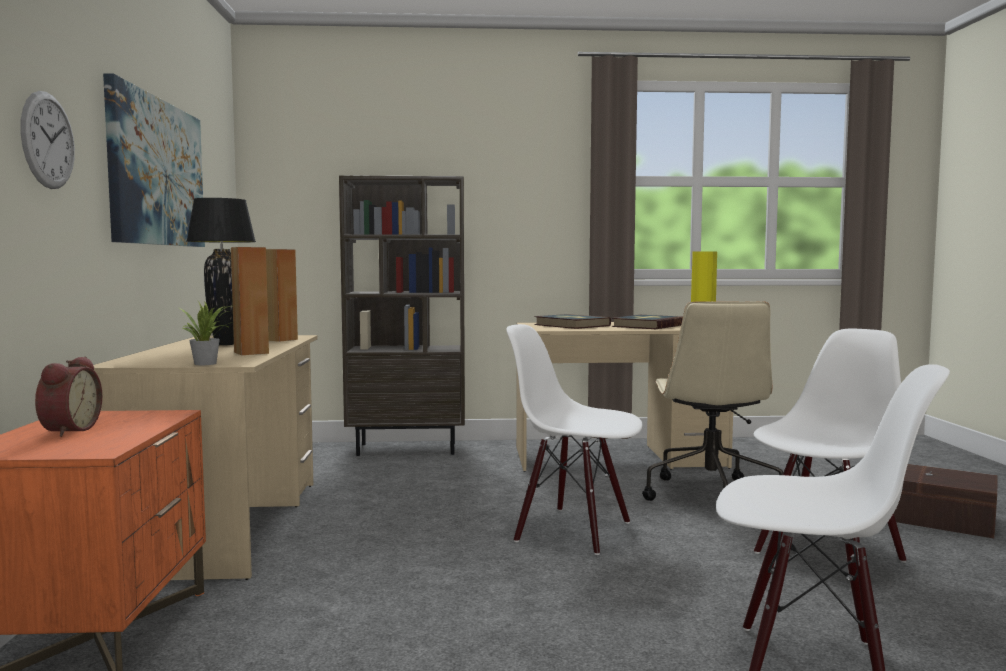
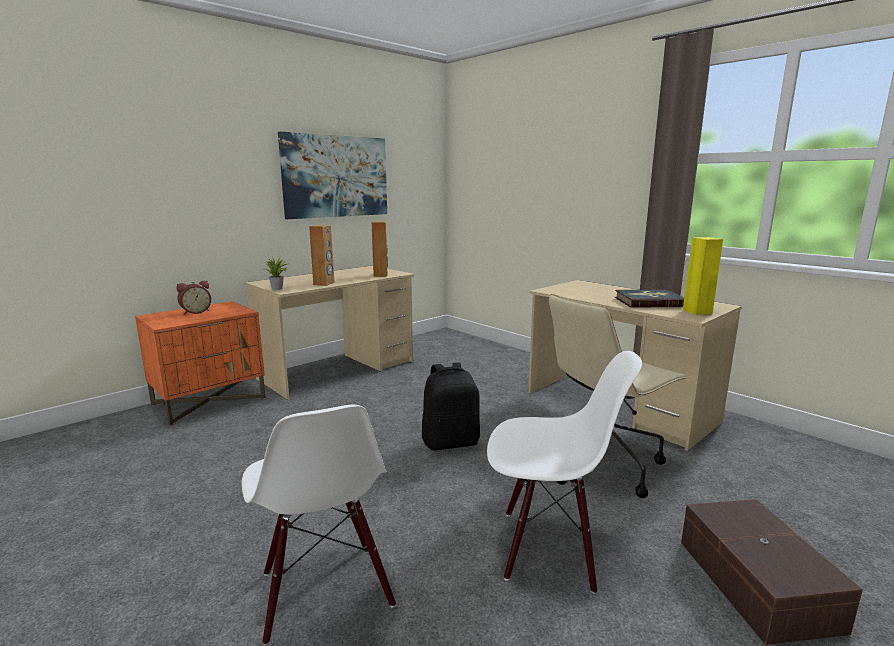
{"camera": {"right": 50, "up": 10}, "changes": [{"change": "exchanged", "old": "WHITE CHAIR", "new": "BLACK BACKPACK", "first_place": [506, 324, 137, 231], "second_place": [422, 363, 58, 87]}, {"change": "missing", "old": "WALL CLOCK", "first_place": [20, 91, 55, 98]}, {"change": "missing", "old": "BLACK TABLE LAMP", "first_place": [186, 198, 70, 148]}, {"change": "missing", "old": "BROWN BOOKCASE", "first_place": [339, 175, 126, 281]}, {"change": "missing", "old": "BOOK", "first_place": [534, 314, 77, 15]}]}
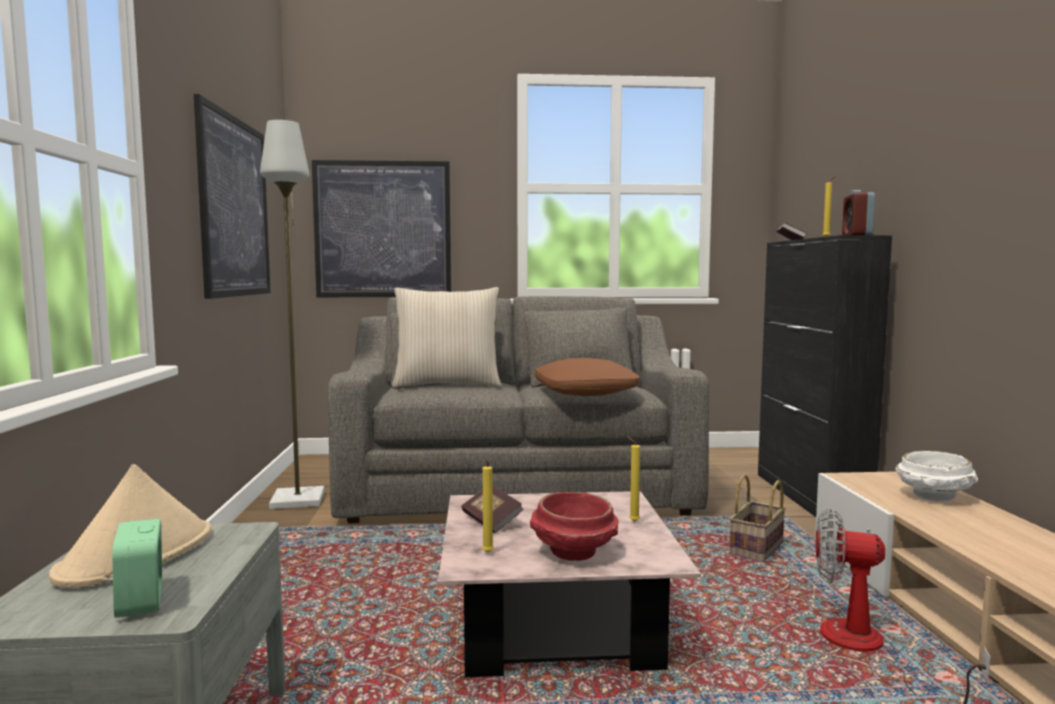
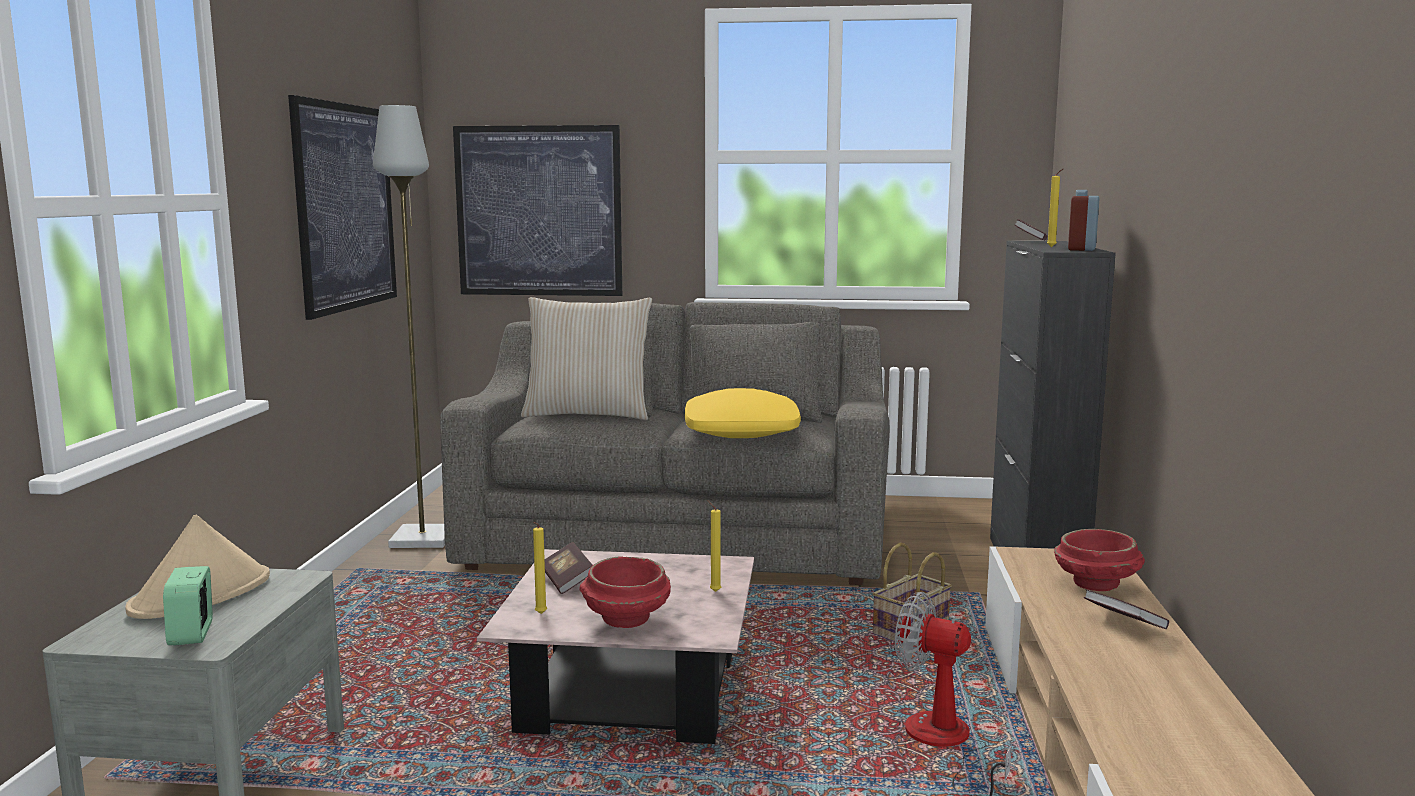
{"camera": {"right": 10, "up": 5}, "changes": [{"change": "colour", "old": "BROWN PILLOW", "new": "YELLOW PILLOW", "first_place": [535, 358, 105, 38], "second_place": [685, 388, 116, 50]}, {"change": "colour", "old": "WHITE BOWL", "new": "RED BOWL", "first_place": [895, 451, 83, 51], "second_place": [1054, 529, 91, 62]}, {"change": "appeared", "new": "BOOK", "second_place": [1084, 589, 85, 40]}]}
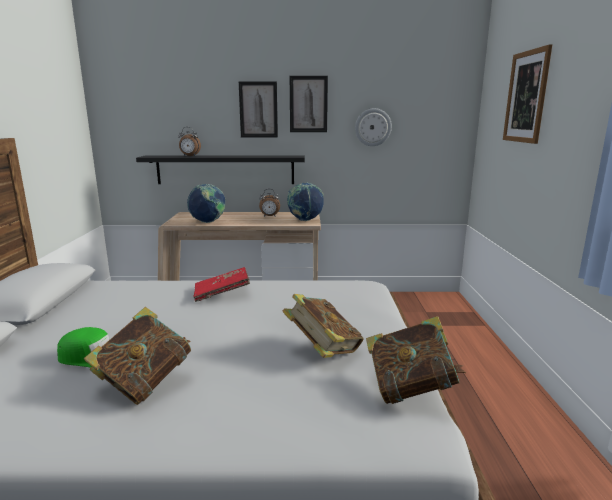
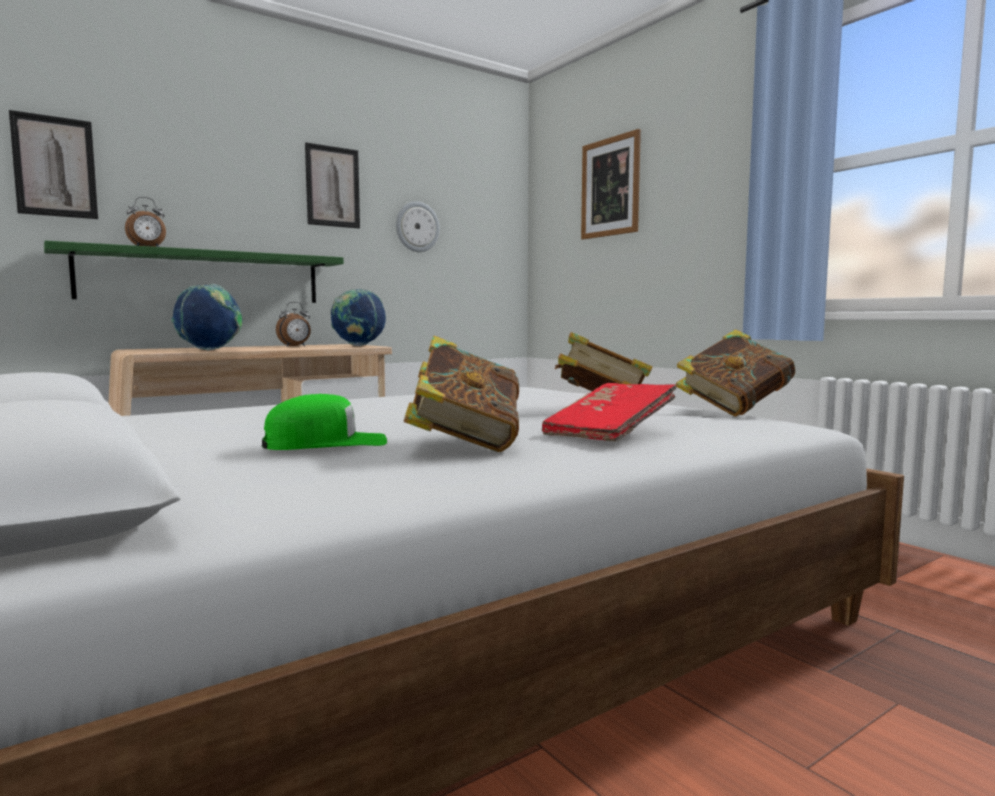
{"camera": {"right": -35, "up": -10}, "changes": [{"change": "relocated", "old": "PICTURE", "first_place": [239, 81, 39, 57], "second_place": [9, 110, 89, 109]}, {"change": "colour", "old": "BLACK SHELF", "new": "GREEN SHELF", "first_place": [136, 155, 169, 29], "second_place": [44, 241, 300, 62]}, {"change": "relocated", "old": "RED BOOK", "first_place": [193, 267, 57, 35], "second_place": [542, 383, 135, 59]}]}
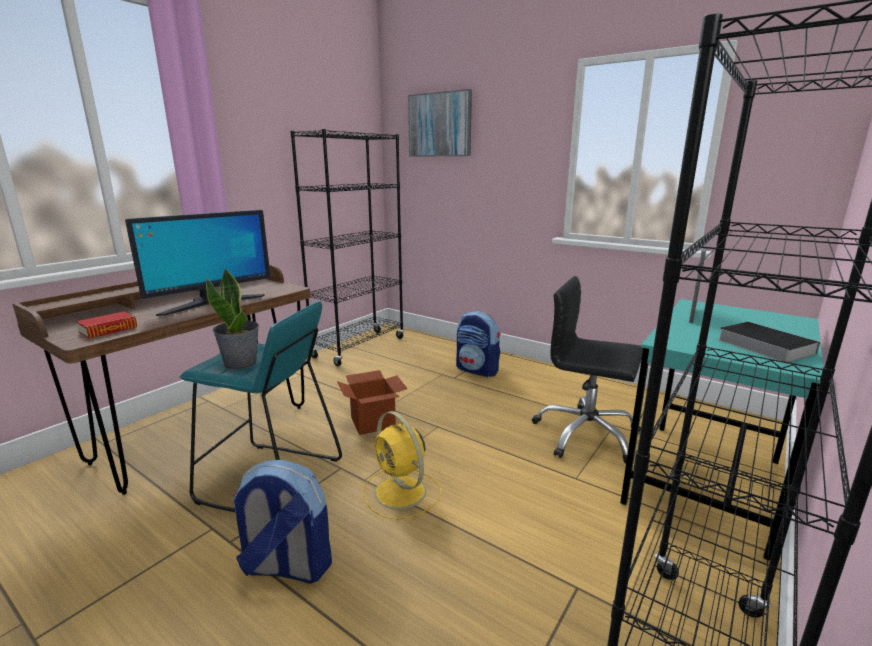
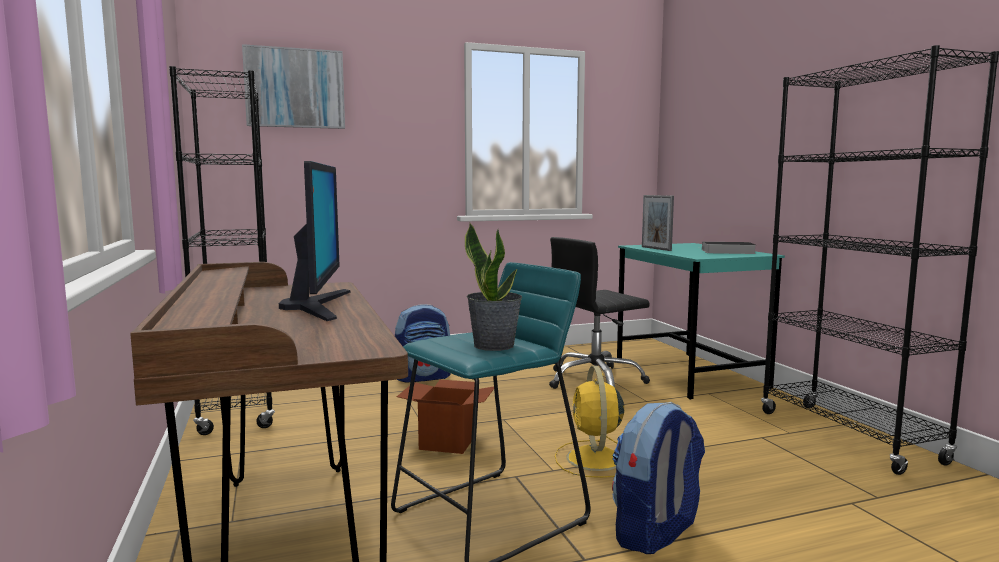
{"camera": {"right": -55, "up": -10}, "changes": [{"change": "spun", "old": "YELLOW FAN", "first_place": [362, 411, 79, 109], "second_place": [555, 366, 69, 112], "degrees": 90}, {"change": "missing", "old": "BOOK", "first_place": [76, 311, 61, 28]}]}
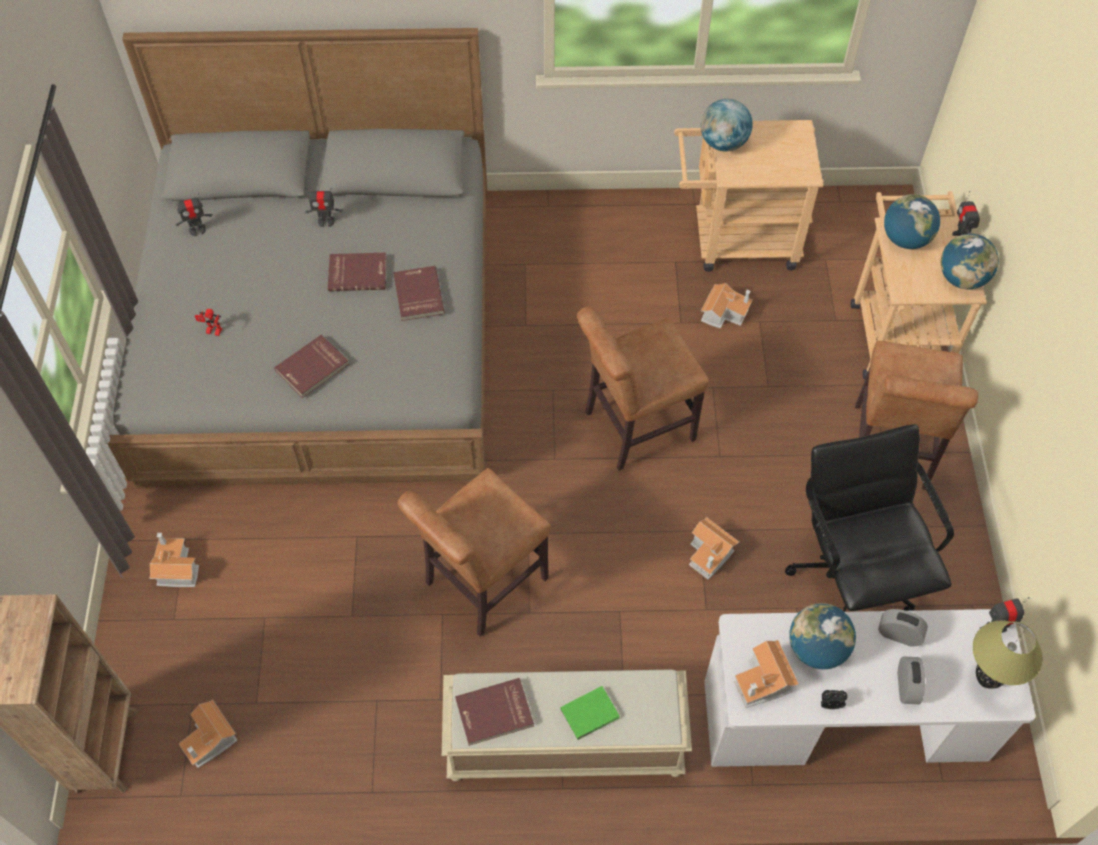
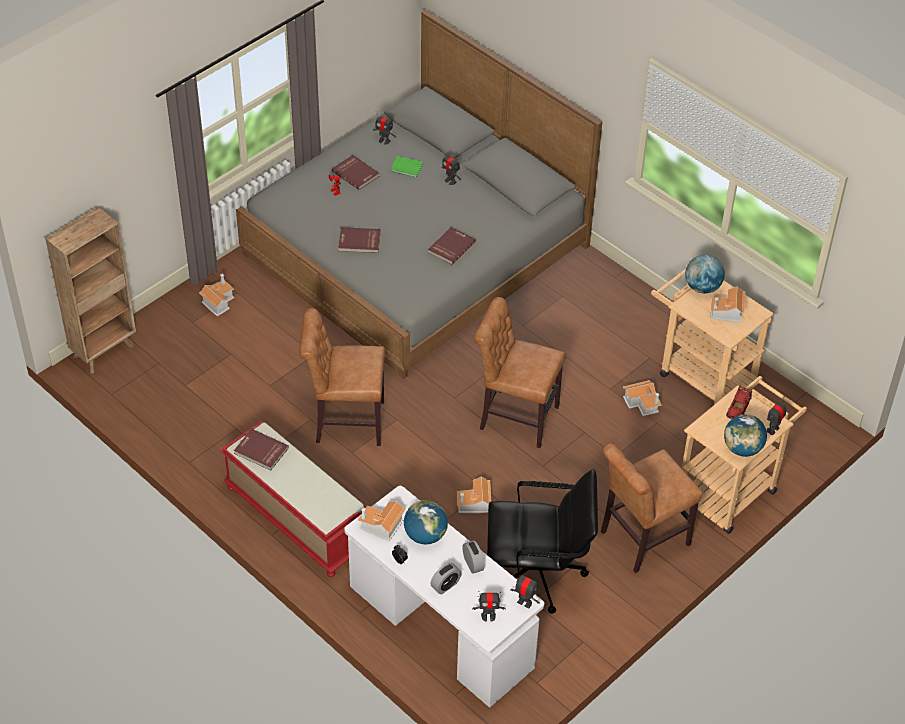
{"camera": {"right": 45, "up": -10}, "changes": [{"change": "colour", "old": "BEIGE BENCH", "new": "RED BENCH", "first_place": [442, 669, 250, 112], "second_place": [220, 421, 145, 156]}, {"change": "relocated", "old": "RED BOOK", "first_place": [328, 253, 59, 38], "second_place": [332, 155, 48, 35]}, {"change": "relocated", "old": "GREEN BOOK", "first_place": [561, 686, 58, 54], "second_place": [391, 156, 32, 22]}, {"change": "exchanged", "old": "TABLE LAMP", "new": "TOY ROBOT", "first_place": [973, 621, 70, 68], "second_place": [472, 591, 33, 31]}, {"change": "spun", "old": "BLACK OFFICE CHAIR", "first_place": [785, 424, 169, 188], "second_place": [487, 469, 111, 145], "degrees": 60}, {"change": "relocated", "old": "TOY HOUSE", "first_place": [178, 699, 60, 69], "second_place": [710, 286, 35, 36]}, {"change": "exchanged", "old": "GLOBE", "new": "RED TOY CAR", "first_place": [884, 194, 56, 55], "second_place": [726, 385, 26, 34]}]}
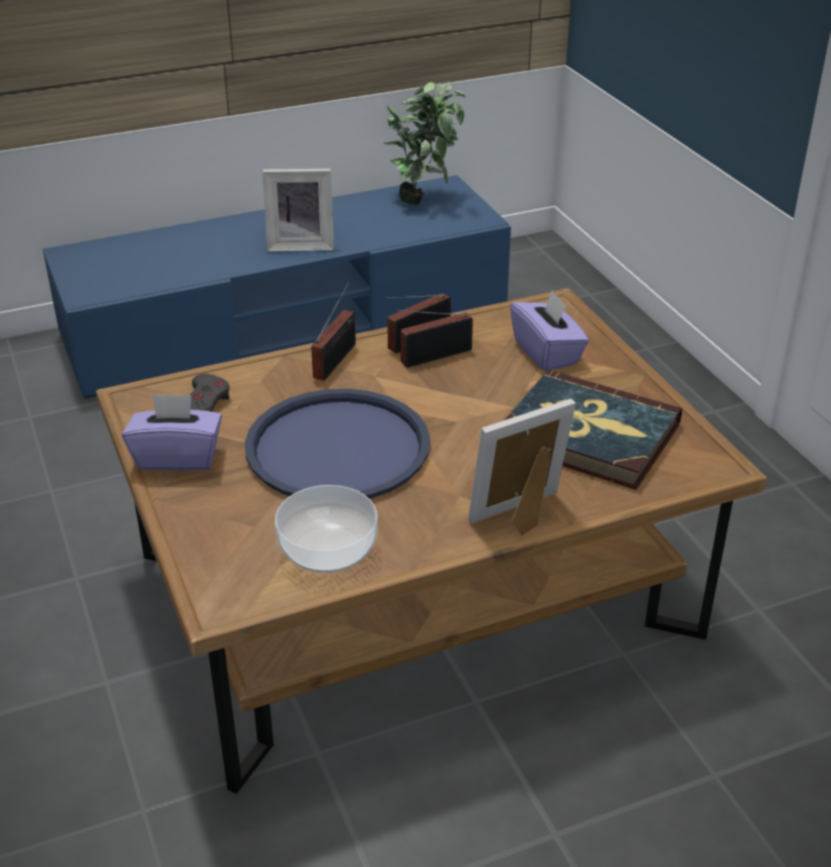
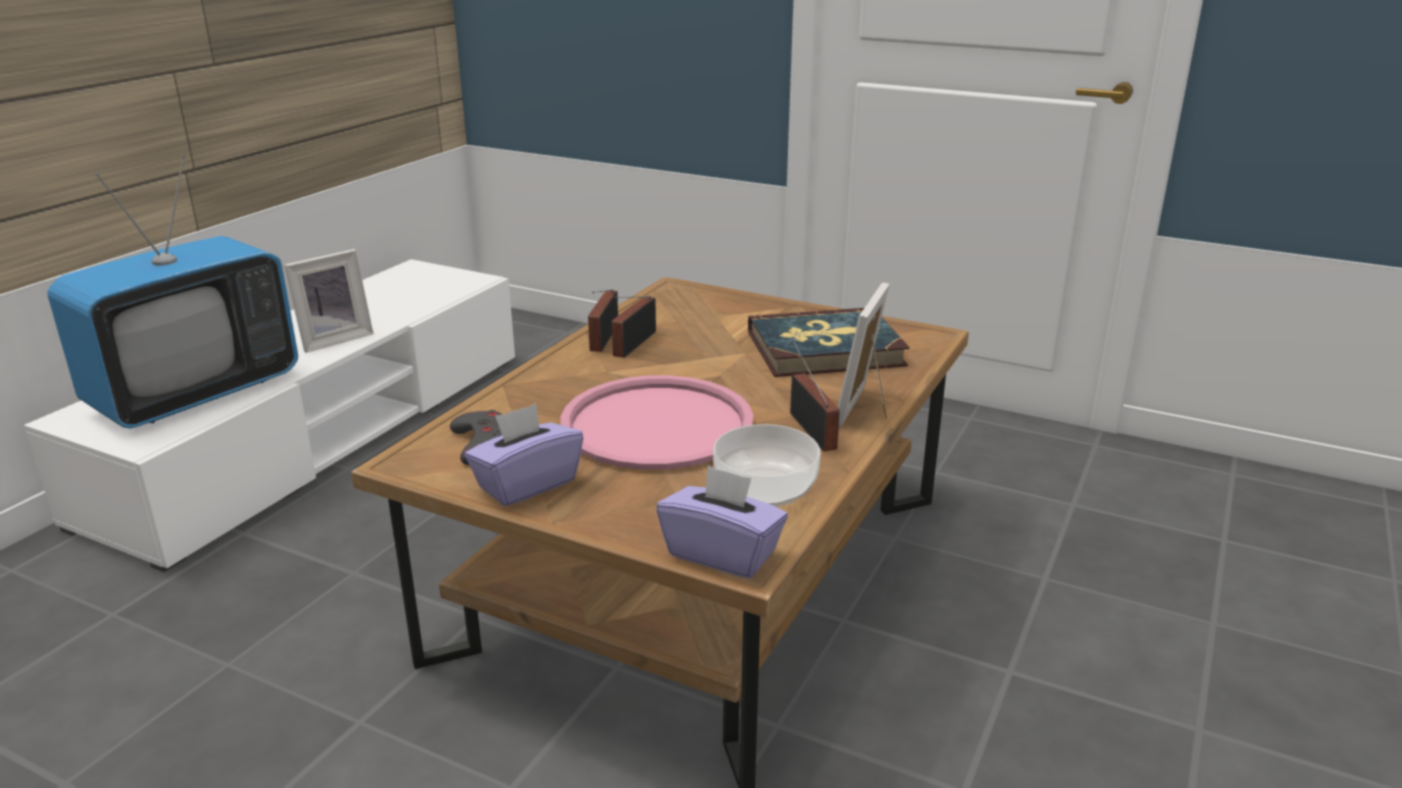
{"camera": {"right": -40, "up": -10}, "changes": [{"change": "colour", "old": "BLUE TV STAND", "new": "WHITE TV STAND", "first_place": [43, 175, 468, 224], "second_place": [24, 259, 491, 313]}, {"change": "appeared", "new": "TELEVISION", "second_place": [47, 156, 251, 273]}, {"change": "colour", "old": "BLUE TRAY", "new": "PINK TRAY", "first_place": [245, 389, 185, 110], "second_place": [561, 375, 193, 95]}, {"change": "relocated", "old": "PURPLE TISSUE BOX", "first_place": [510, 290, 79, 82], "second_place": [656, 465, 132, 113]}, {"change": "relocated", "old": "RADIO", "first_place": [311, 280, 45, 101], "second_place": [790, 340, 50, 112]}, {"change": "missing", "old": "POTTED PLANT", "first_place": [384, 82, 83, 123]}]}
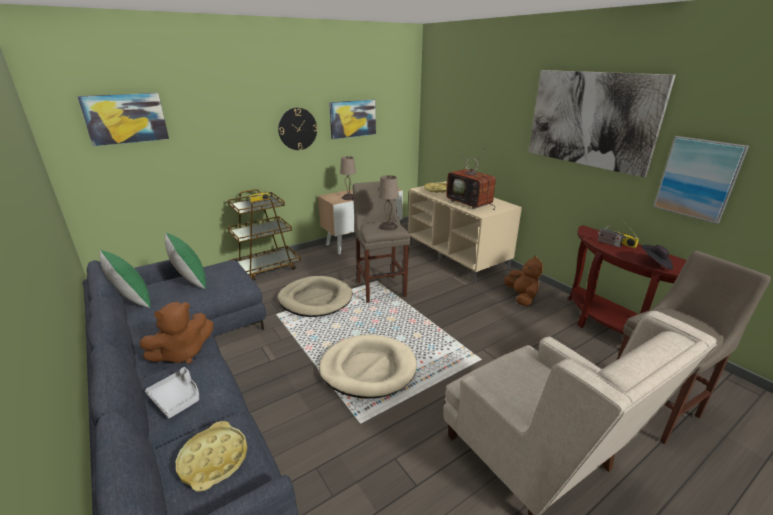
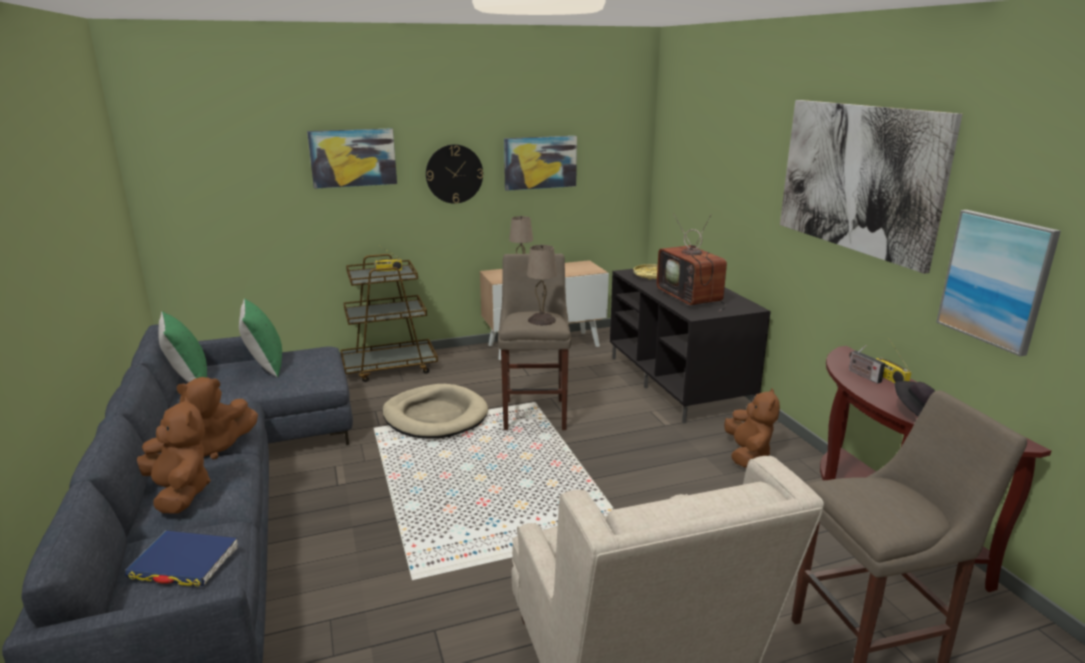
{"camera": {"right": 15, "up": -5}, "changes": [{"change": "exchanged", "old": "YELLOW TRAY", "new": "BLUE BOOK", "first_place": [176, 421, 72, 70], "second_place": [125, 530, 113, 57]}, {"change": "exchanged", "old": "GREY TRAY", "new": "BROWN PLUSH TOY", "first_place": [145, 367, 54, 51], "second_place": [137, 397, 74, 116]}, {"change": "relocated", "old": "PICTURE", "first_place": [77, 93, 92, 53], "second_place": [307, 128, 90, 61]}, {"change": "colour", "old": "BEIGE TV STAND", "new": "BLACK TV STAND", "first_place": [408, 181, 114, 101], "second_place": [610, 269, 161, 154]}, {"change": "missing", "old": "BEIGE DOG BED", "first_place": [319, 334, 98, 65]}]}
